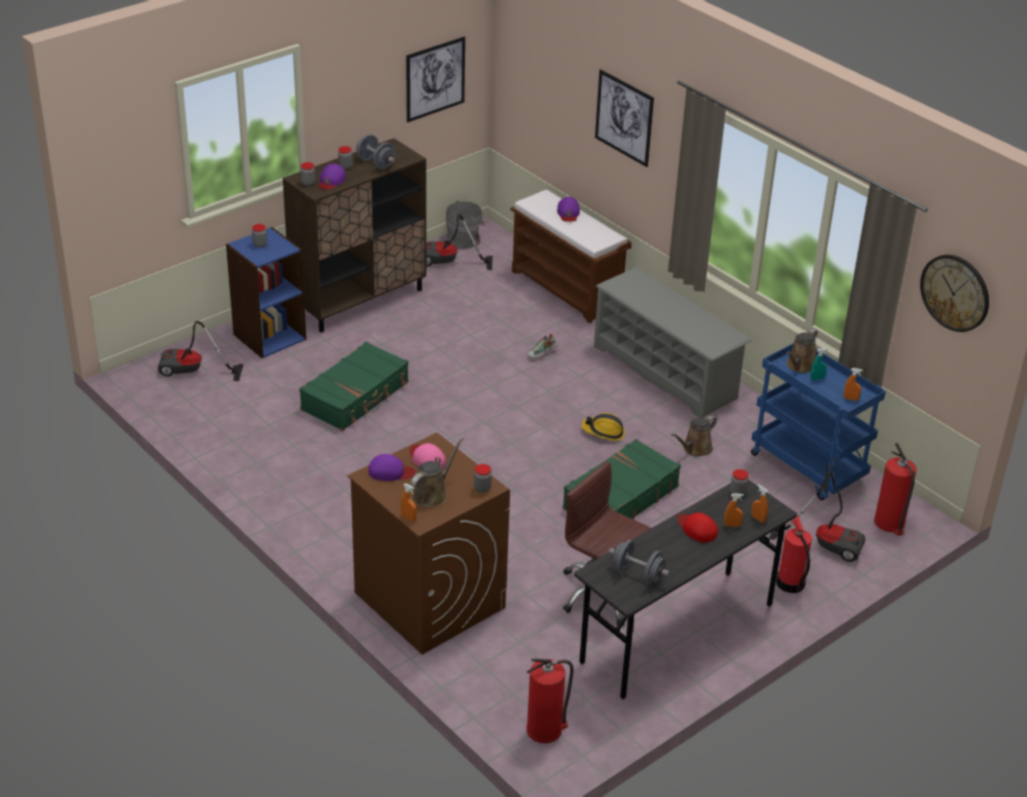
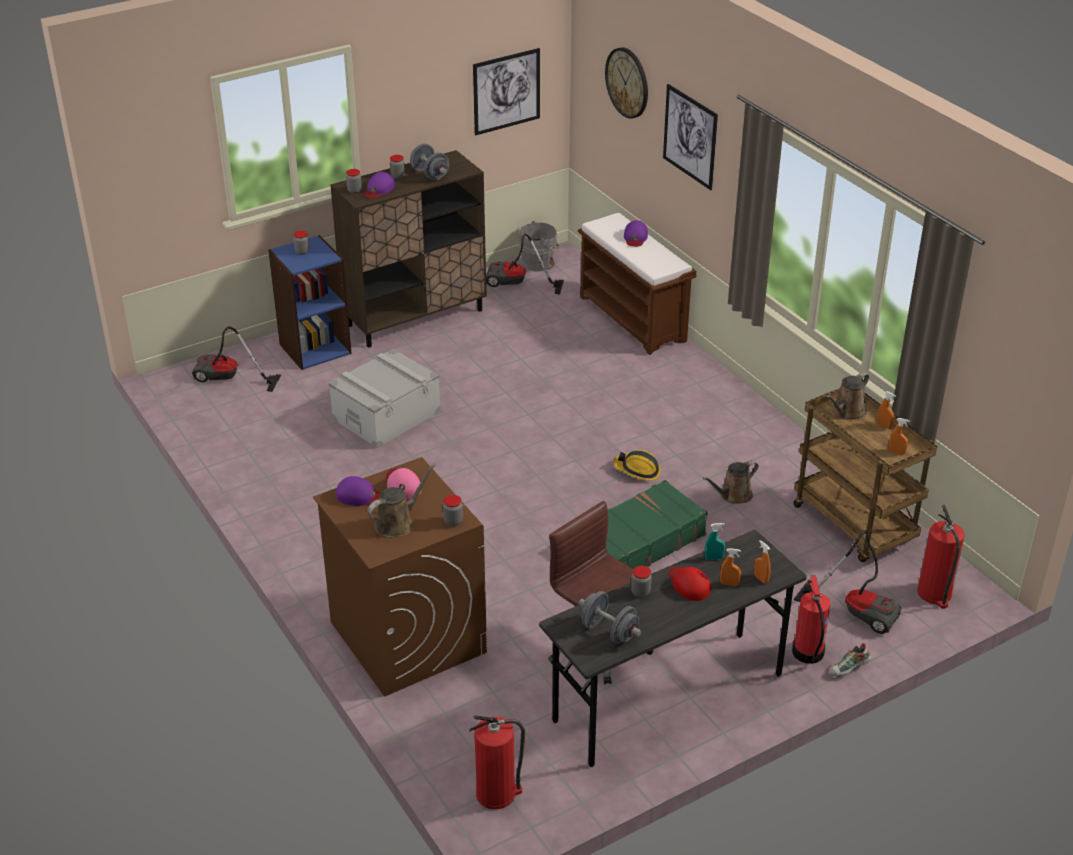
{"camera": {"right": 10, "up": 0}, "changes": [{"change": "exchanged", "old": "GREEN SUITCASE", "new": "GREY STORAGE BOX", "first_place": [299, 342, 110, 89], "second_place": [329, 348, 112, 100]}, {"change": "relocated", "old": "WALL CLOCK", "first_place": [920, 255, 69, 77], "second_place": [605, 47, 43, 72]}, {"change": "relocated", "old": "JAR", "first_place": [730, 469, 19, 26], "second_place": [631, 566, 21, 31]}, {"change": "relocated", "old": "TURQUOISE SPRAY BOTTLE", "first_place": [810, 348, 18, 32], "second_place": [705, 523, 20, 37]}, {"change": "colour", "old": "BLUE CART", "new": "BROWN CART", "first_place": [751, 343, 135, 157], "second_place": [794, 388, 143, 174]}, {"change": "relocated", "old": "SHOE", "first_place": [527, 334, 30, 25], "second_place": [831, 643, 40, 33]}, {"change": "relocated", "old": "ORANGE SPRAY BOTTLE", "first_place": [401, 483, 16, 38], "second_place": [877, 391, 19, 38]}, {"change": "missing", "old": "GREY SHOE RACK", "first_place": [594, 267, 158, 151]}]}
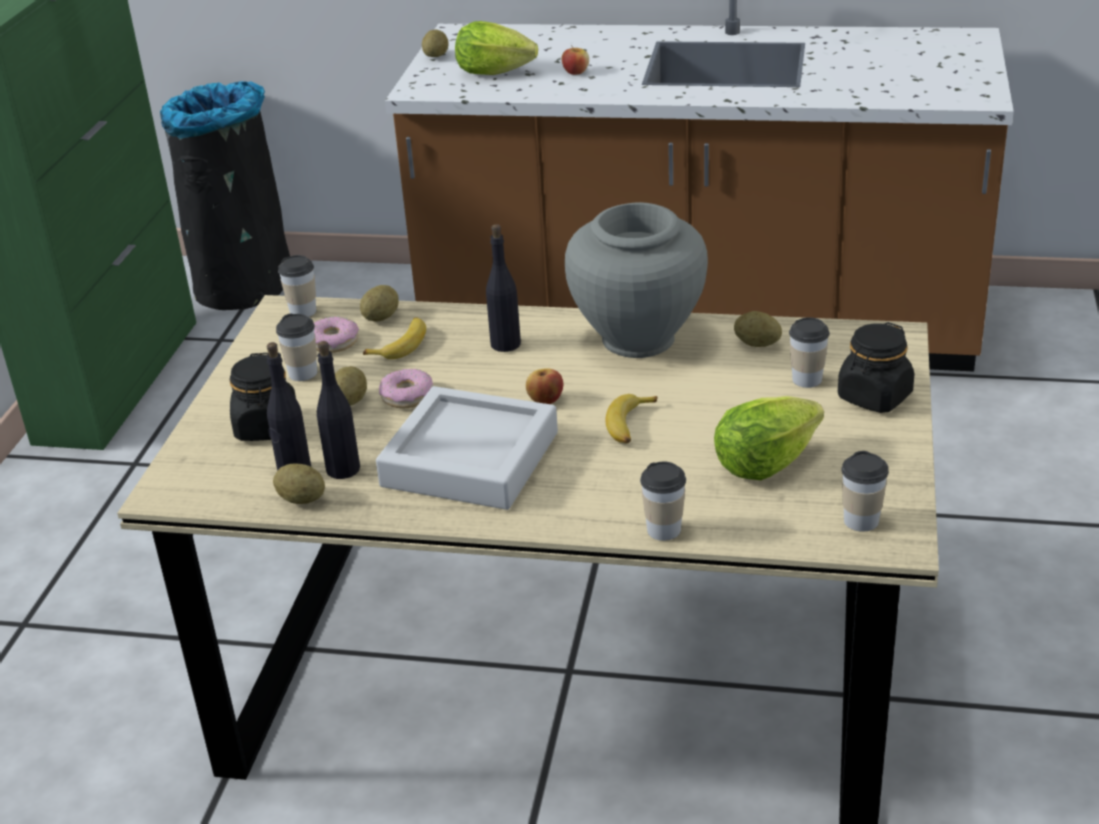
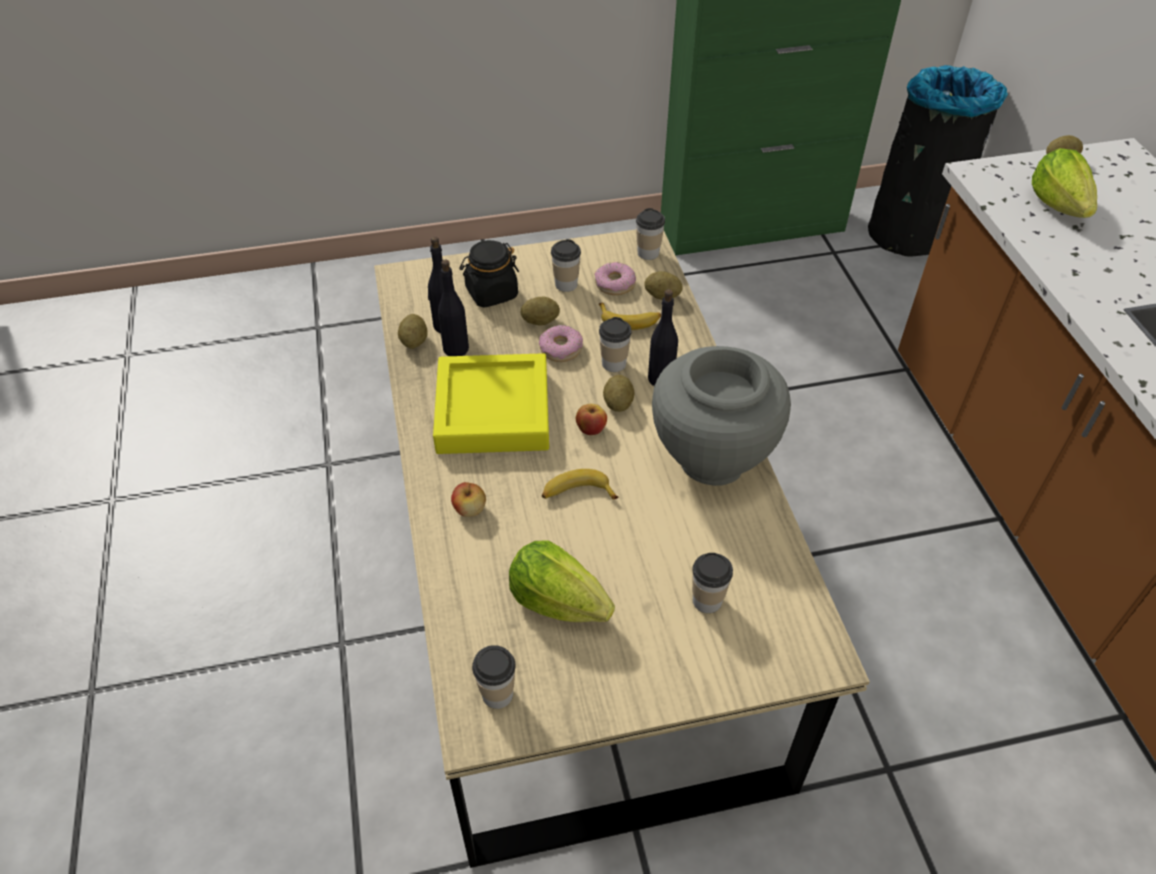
{"camera": {"right": 65, "up": 15}, "changes": [{"change": "colour", "old": "GREY TRAY", "new": "YELLOW TRAY", "first_place": [376, 386, 182, 124], "second_place": [433, 353, 116, 101]}, {"change": "relocated", "old": "APPLE", "first_place": [562, 45, 27, 30], "second_place": [451, 482, 35, 35]}, {"change": "relocated", "old": "CUP", "first_place": [640, 462, 46, 79], "second_place": [599, 317, 33, 55]}, {"change": "relocated", "old": "POTATO", "first_place": [734, 311, 48, 36], "second_place": [603, 375, 31, 37]}, {"change": "missing", "old": "BLACK JAR", "first_place": [838, 322, 76, 91]}]}
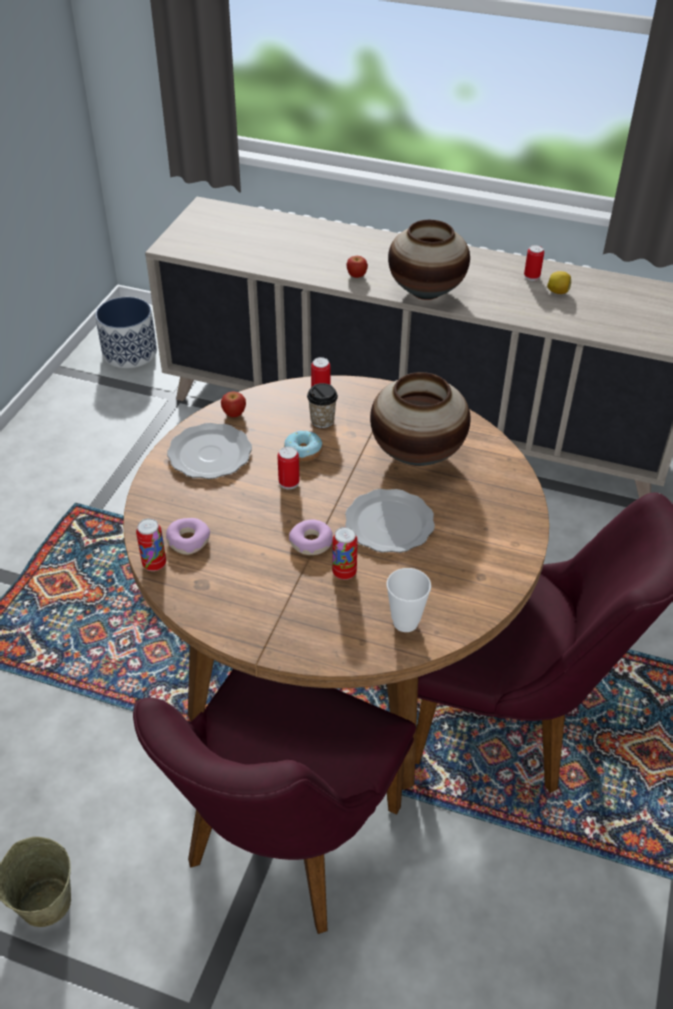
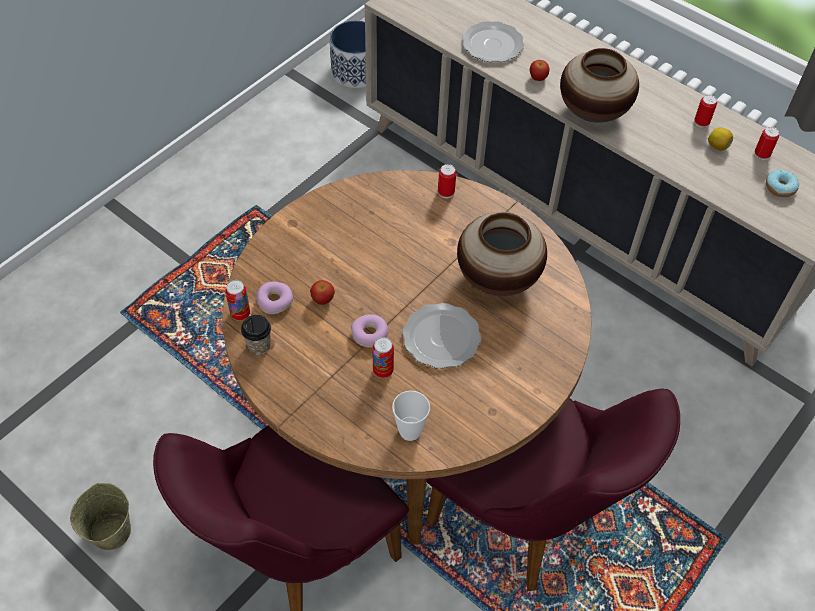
{"camera": {"right": 20, "up": 10}, "changes": [{"change": "relocated", "old": "CUP", "first_place": [307, 383, 31, 45], "second_place": [241, 315, 30, 40]}, {"change": "relocated", "old": "APPLE", "first_place": [221, 392, 25, 25], "second_place": [310, 280, 25, 25]}, {"change": "relocated", "old": "PLATE", "first_place": [167, 423, 85, 56], "second_place": [462, 21, 62, 41]}, {"change": "relocated", "old": "CAN", "first_place": [278, 446, 21, 44], "second_place": [754, 127, 25, 33]}, {"change": "relocated", "old": "DONUT", "first_place": [284, 431, 39, 31], "second_place": [766, 170, 33, 27]}]}
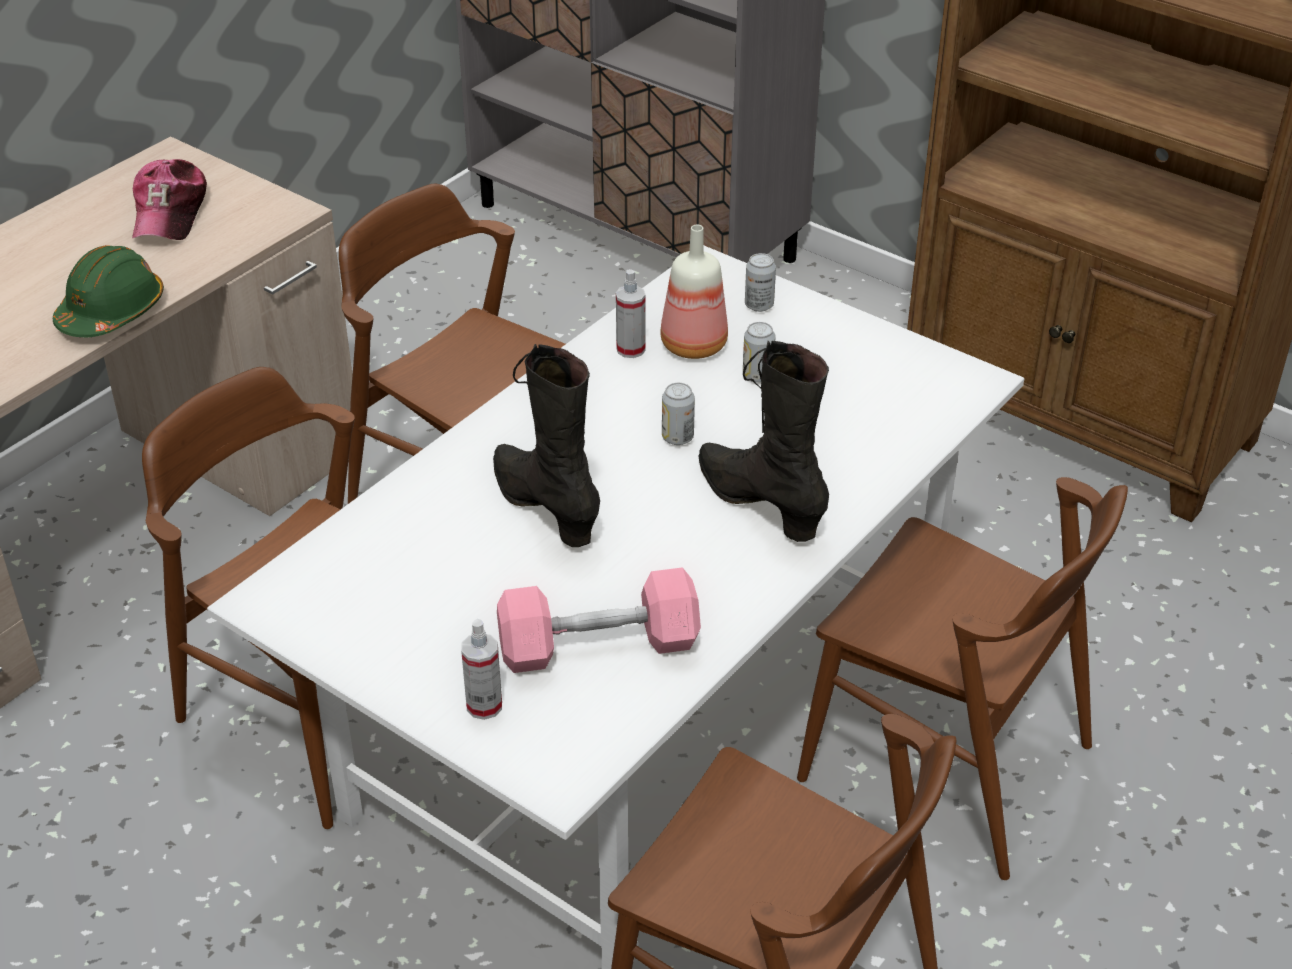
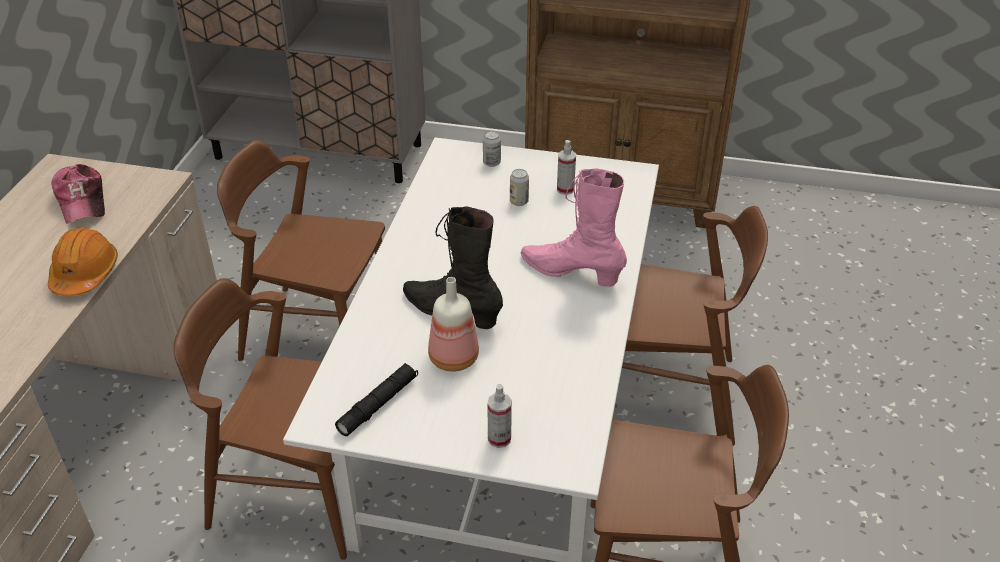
{"camera": {"right": -25, "up": 0}, "changes": [{"change": "colour", "old": "GREEN HARD HAT", "new": "ORANGE HARD HAT", "first_place": [53, 245, 111, 92], "second_place": [48, 227, 70, 69]}, {"change": "appeared", "new": "BLACK FLASHLIGHT", "second_place": [335, 363, 83, 73]}, {"change": "relocated", "old": "BOTTLE", "first_place": [660, 225, 68, 134], "second_place": [428, 277, 51, 95]}, {"change": "colour", "old": "BLACK BOOT", "new": "PINK BOOT", "first_place": [699, 341, 130, 201], "second_place": [521, 168, 106, 119]}, {"change": "relocated", "old": "SPRAY BOTTLE", "first_place": [616, 269, 29, 89], "second_place": [557, 140, 19, 55]}, {"change": "missing", "old": "PINK DUMBBELL", "first_place": [497, 567, 204, 106]}, {"change": "missing", "old": "CAN", "first_place": [662, 383, 33, 62]}]}
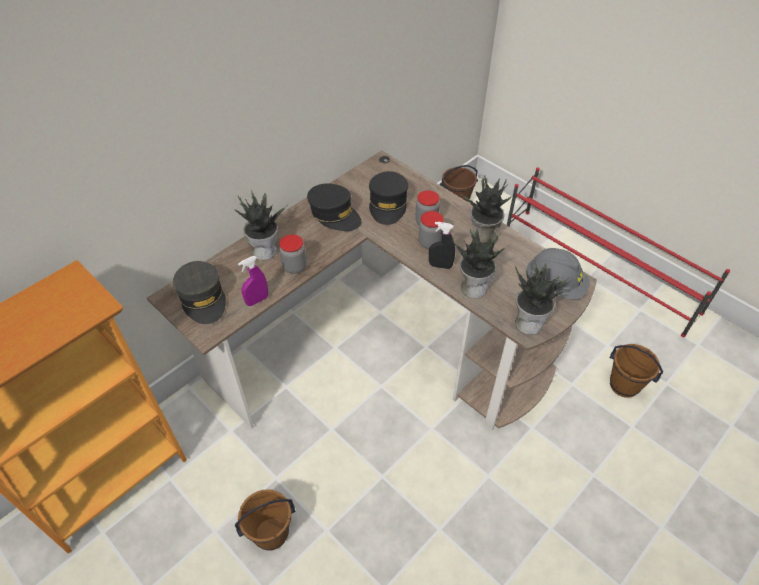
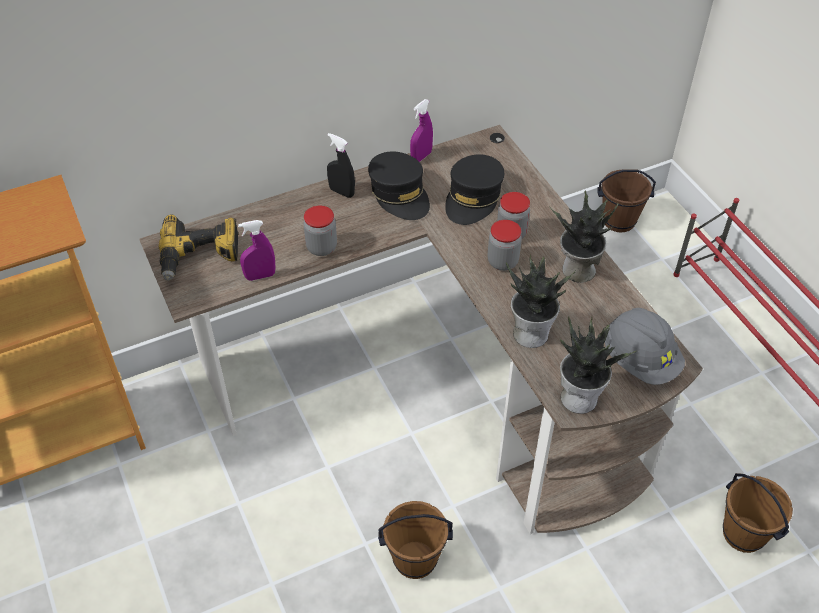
{"camera": {"right": 20, "up": 0}, "changes": [{"change": "exchanged", "old": "GREY CAP", "new": "POWER DRILL", "first_place": [173, 261, 53, 63], "second_place": [159, 214, 80, 67]}, {"change": "relocated", "old": "BLACK SPRAY BOTTLE", "first_place": [429, 222, 26, 47], "second_place": [327, 133, 28, 65]}, {"change": "relocated", "old": "BROWN BUCKET", "first_place": [235, 489, 60, 62], "second_place": [378, 501, 75, 78]}, {"change": "appeared", "new": "PURPLE SPRAY BOTTLE", "second_place": [410, 99, 23, 63]}, {"change": "missing", "old": "POTTED PLANT", "first_place": [233, 192, 55, 68]}]}
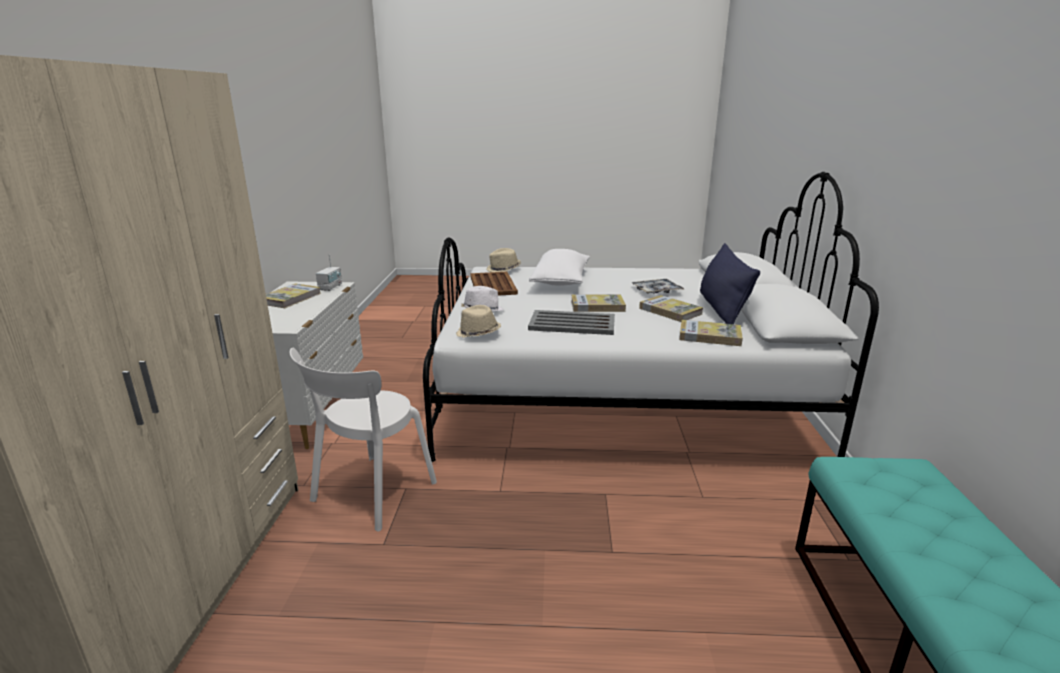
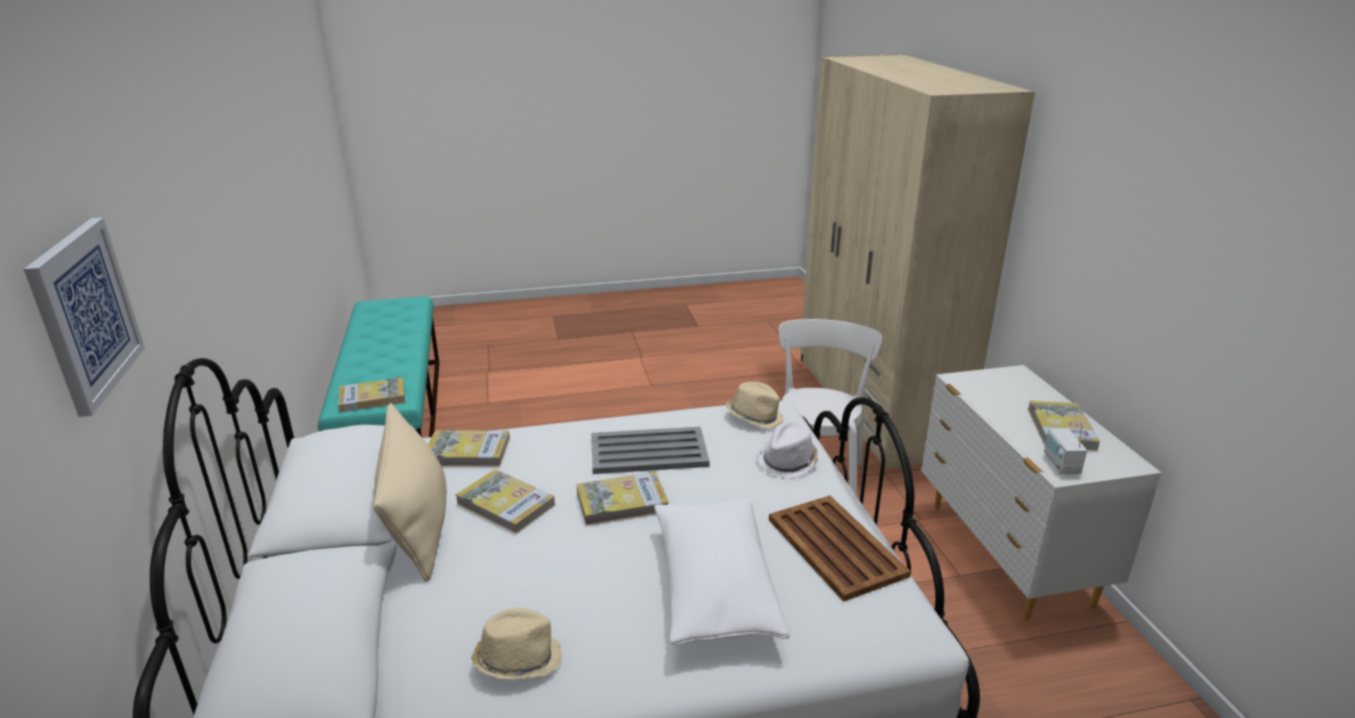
{"camera": {"right": 165, "up": 5}, "changes": [{"change": "appeared", "new": "PICTURE", "second_place": [24, 217, 121, 200]}, {"change": "appeared", "new": "BOOK", "second_place": [338, 377, 67, 36]}, {"change": "colour", "old": "BLUE PILLOW", "new": "BEIGE PILLOW", "first_place": [700, 243, 60, 81], "second_place": [373, 403, 74, 179]}, {"change": "relocated", "old": "BEIGE HAT", "first_place": [486, 248, 35, 24], "second_place": [471, 608, 91, 73]}, {"change": "missing", "old": "TRAY", "first_place": [631, 279, 53, 14]}]}
